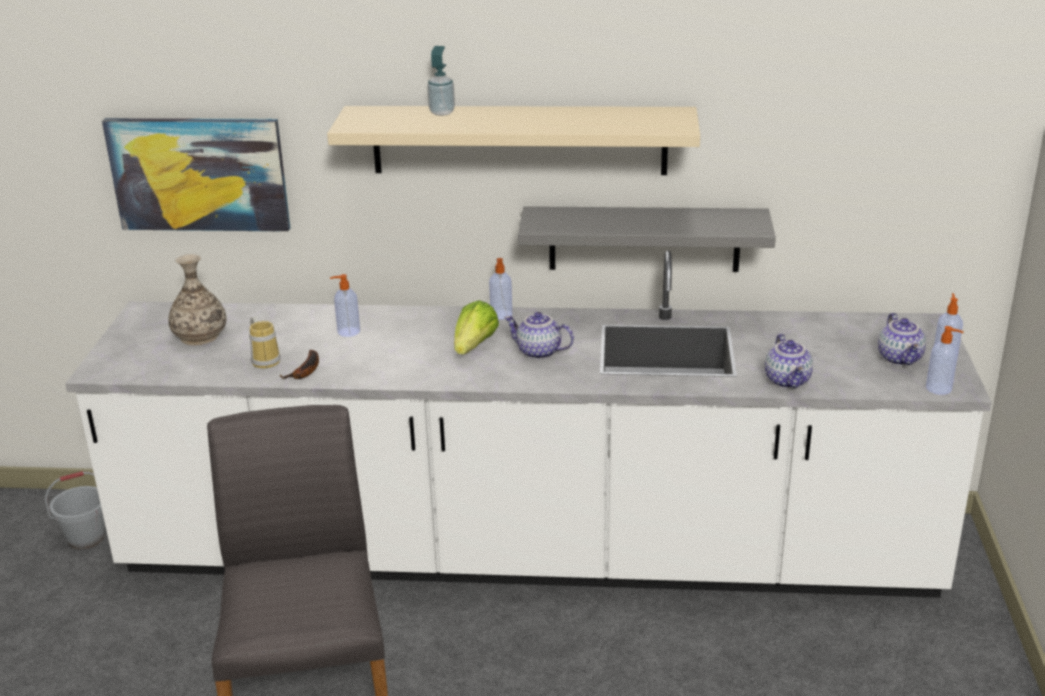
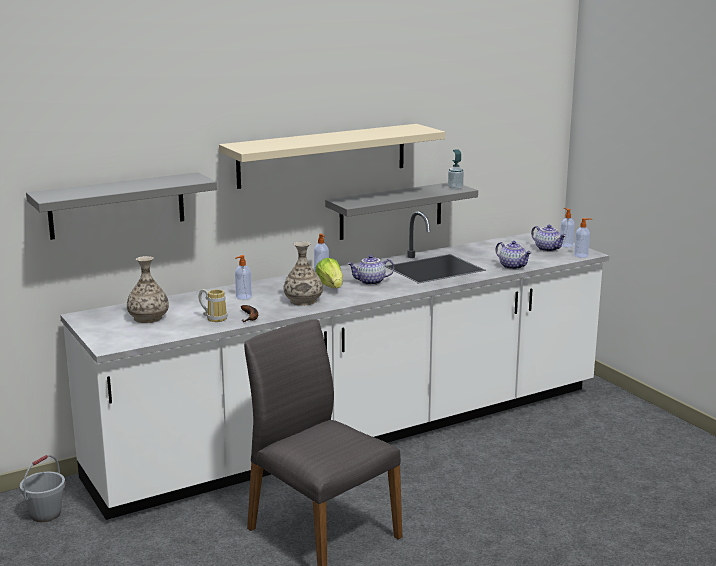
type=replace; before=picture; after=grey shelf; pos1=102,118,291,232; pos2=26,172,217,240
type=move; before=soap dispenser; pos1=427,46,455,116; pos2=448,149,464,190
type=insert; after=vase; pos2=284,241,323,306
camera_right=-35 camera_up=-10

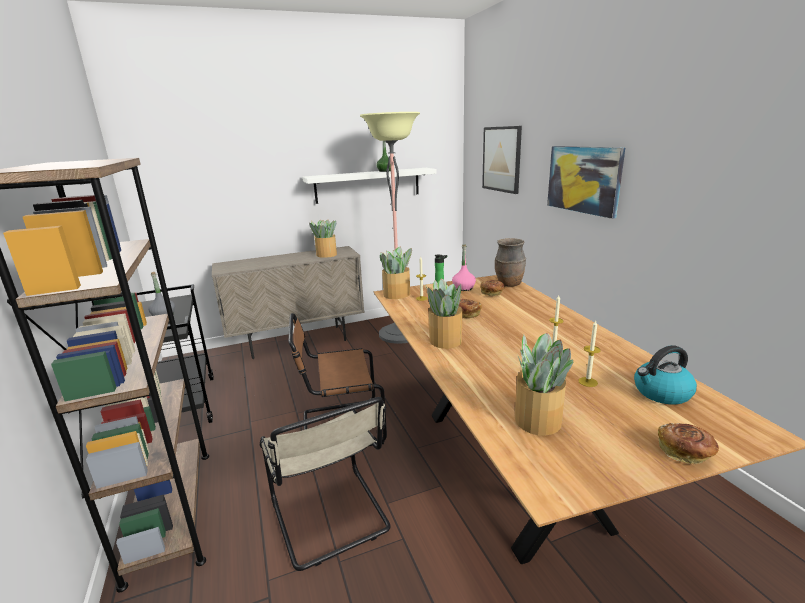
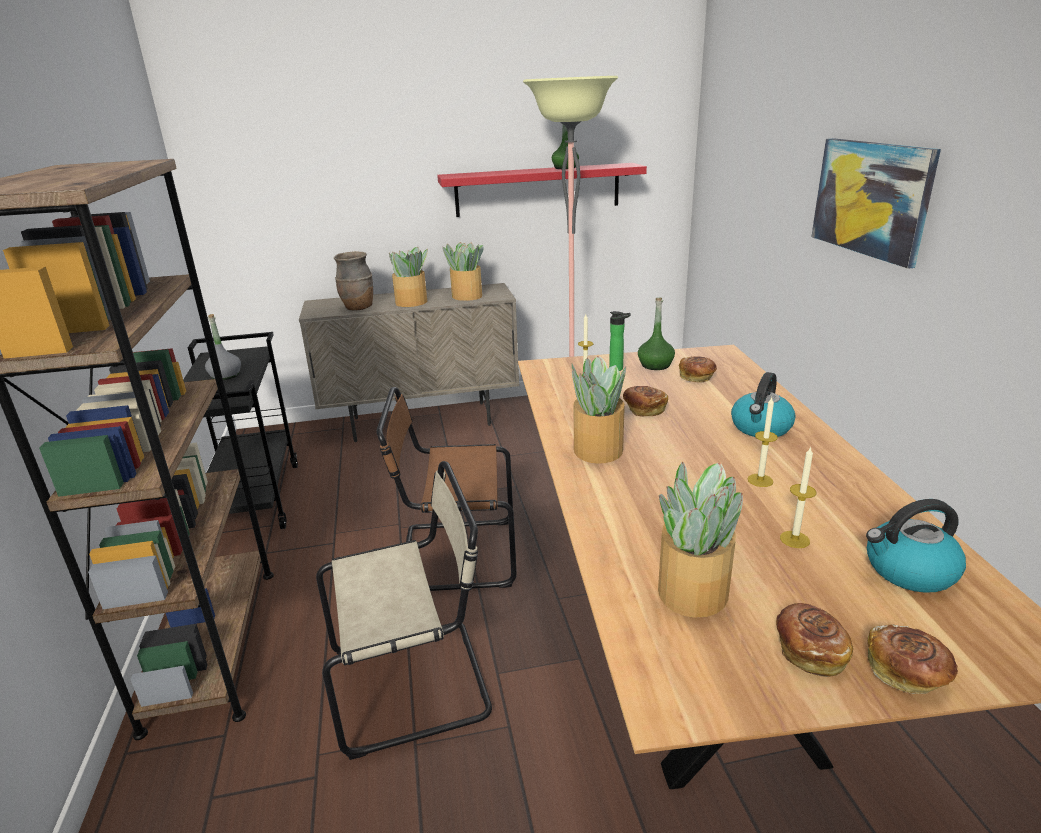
type=rotate; before=beige chair; pos1=260,397,391,571; pos2=316,461,492,760; turn=-90
type=recolor; before=white shelf; after=red shelf; pos1=302,168,437,204; pos2=437,163,647,217
type=move; before=potted plant; pos1=380,247,412,299; pos2=389,247,428,307
type=recolor; before=pink bottle; after=green bottle; pos1=452,244,476,291; pos2=638,298,675,370
type=delete; before=picture; pos1=482,126,522,194
type=move; before=brown vase; pos1=495,238,526,286; pos2=334,251,373,311
type=insert; after=kettle; pos2=731,372,796,437
type=insert; after=bread; pos2=776,603,853,677
camera_right=10 camera_up=5

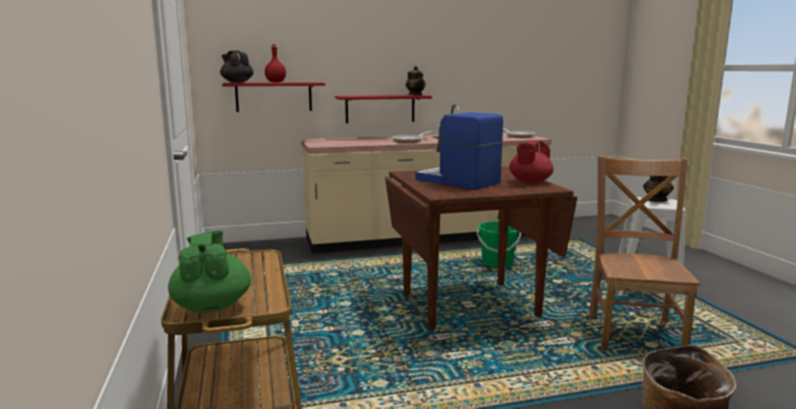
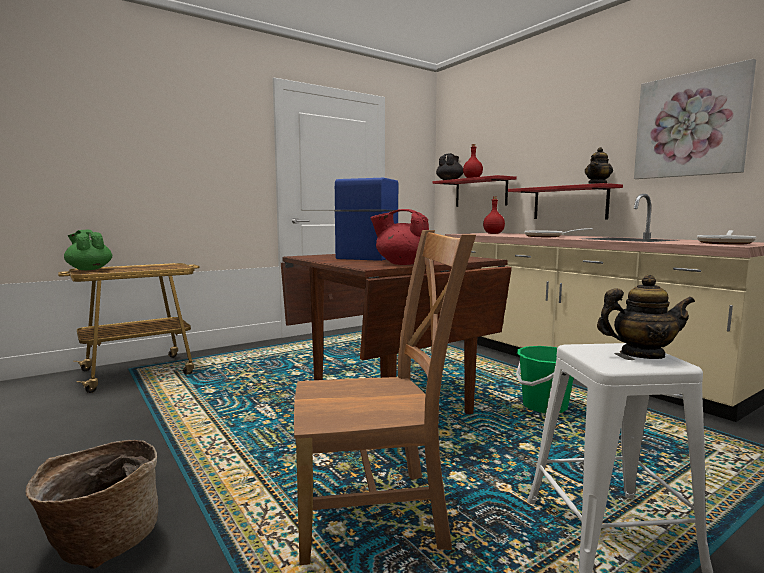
type=rotate; before=green teapot; pos1=168,230,251,313; pos2=64,230,112,270; turn=-105
type=insert; after=red bottle; pos2=483,196,505,234
type=insert; after=picture; pos2=634,59,756,179
camera_right=70 camera_up=-5

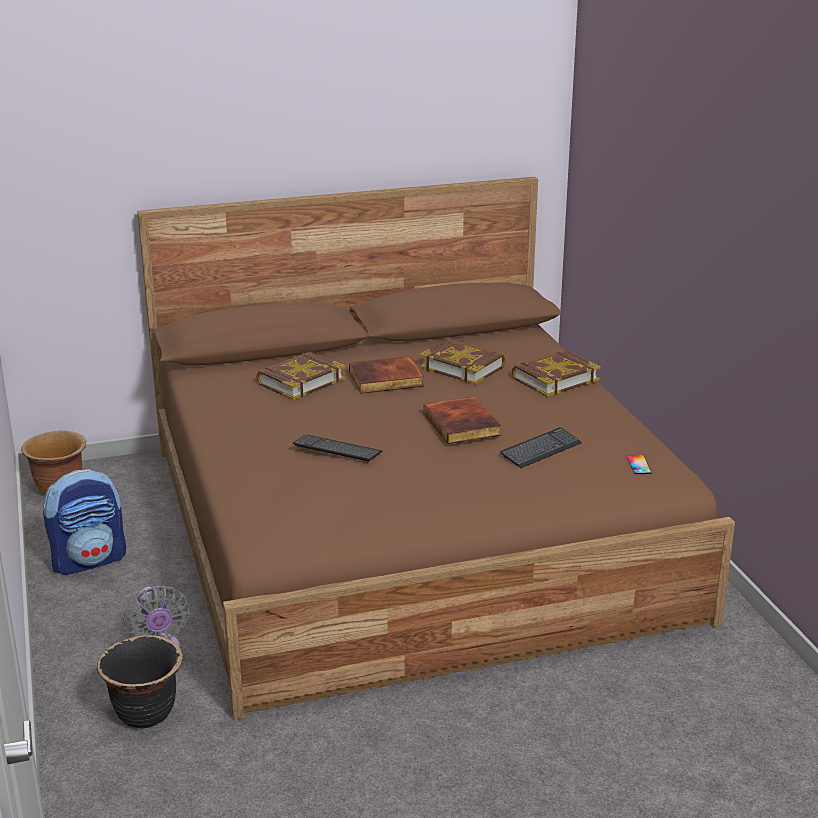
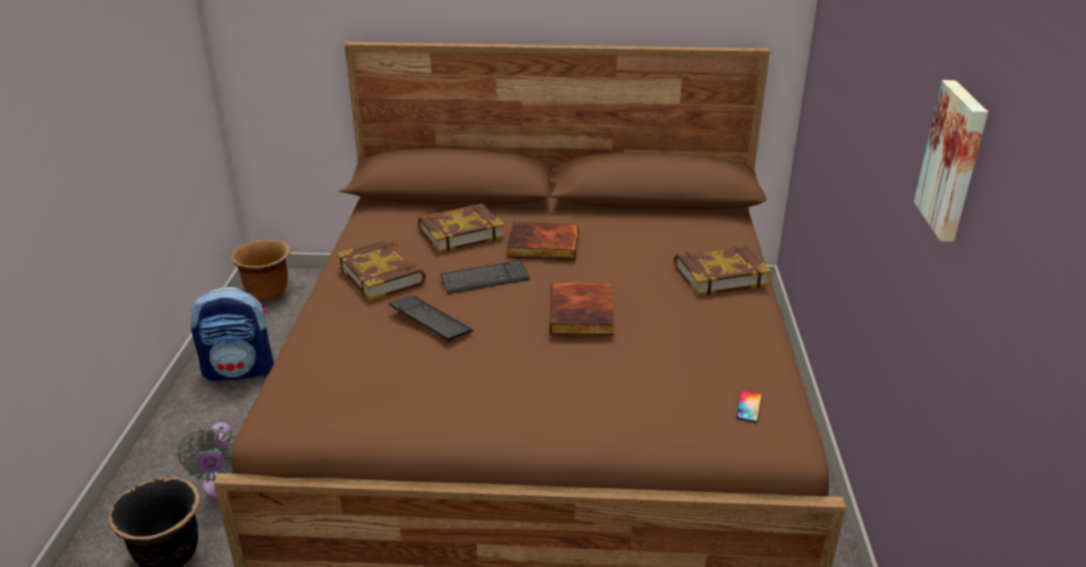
type=move; before=book; pos1=420,339,505,385; pos2=337,239,426,301
type=move; before=keyboard; pos1=500,427,582,468; pos2=440,260,530,294
type=insert; after=picture; pos2=914,80,988,242
camera_right=20 camera_up=5

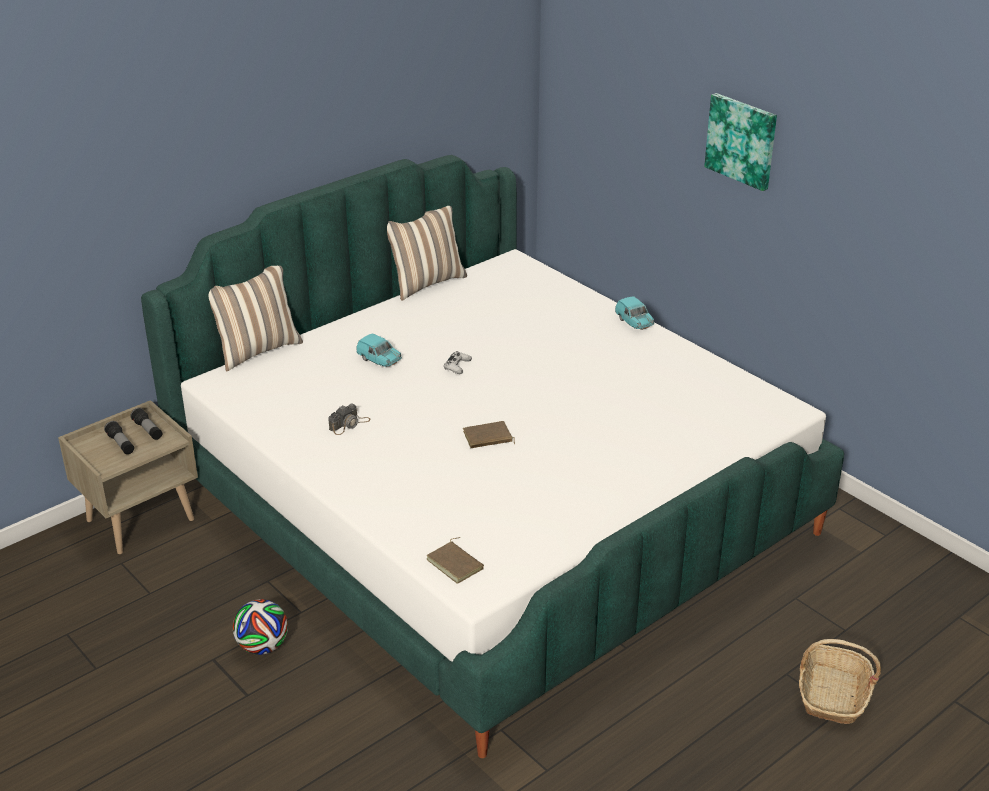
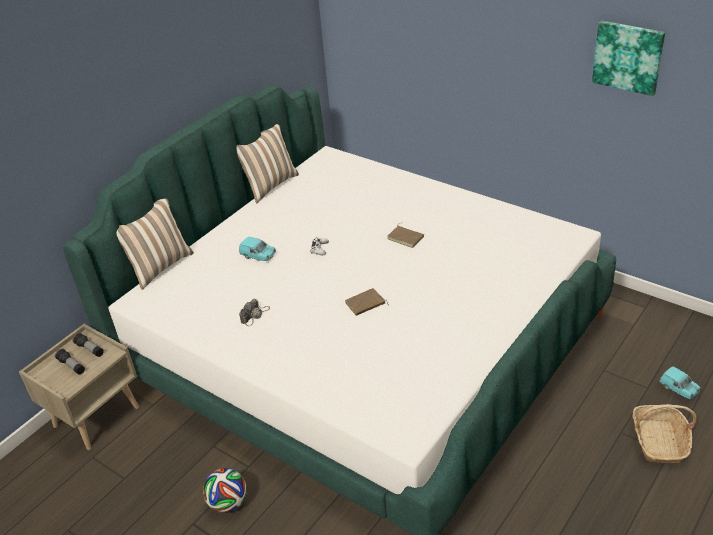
type=move; before=brown book; pos1=427,537,484,584; pos2=387,223,424,248
type=move; before=turquoise toy car; pos1=615,296,654,330; pos2=659,366,701,399
type=move; before=picture; pos1=704,93,777,191; pos2=592,21,665,96
camera_right=-10 camera_up=5

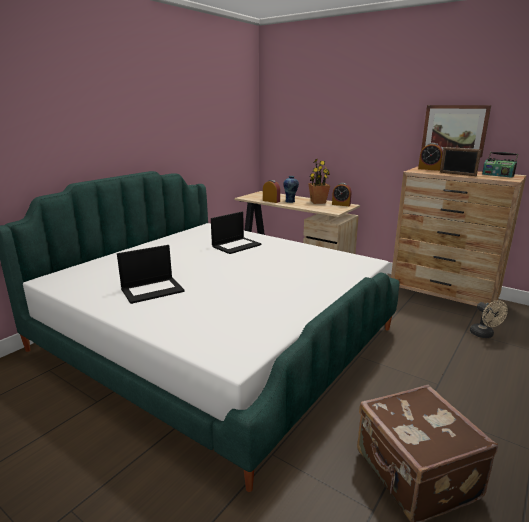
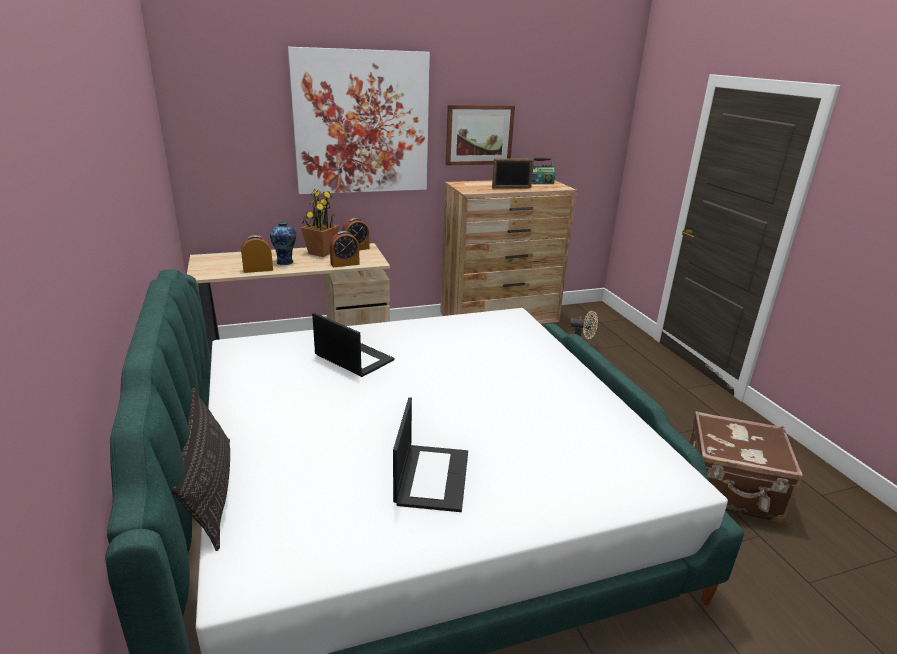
type=rotate; before=laptop; pos1=211,212,262,254; pos2=312,313,394,377; turn=-45
type=move; before=alarm clock; pos1=418,143,443,171; pos2=330,231,360,267
type=insert; after=pillow; pos2=172,388,230,551
type=insert; after=picture; pos2=288,47,430,194
camera_right=-55 camera_up=5

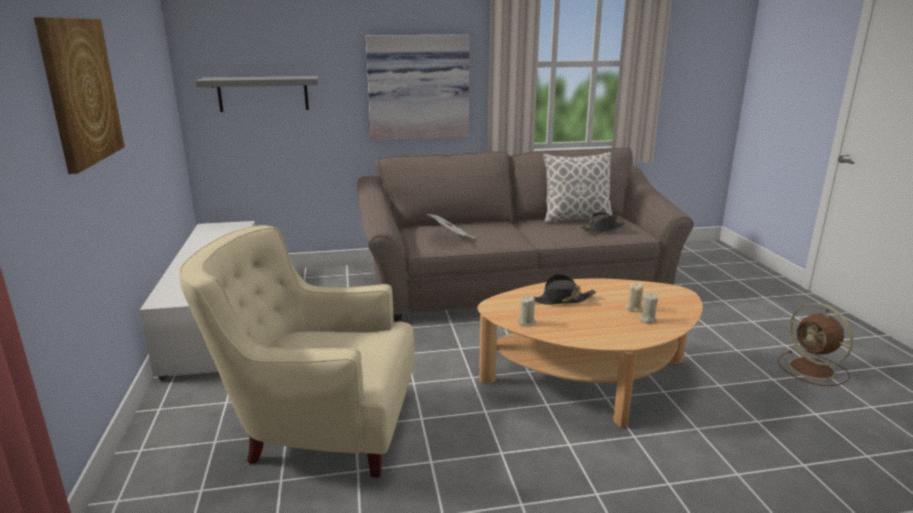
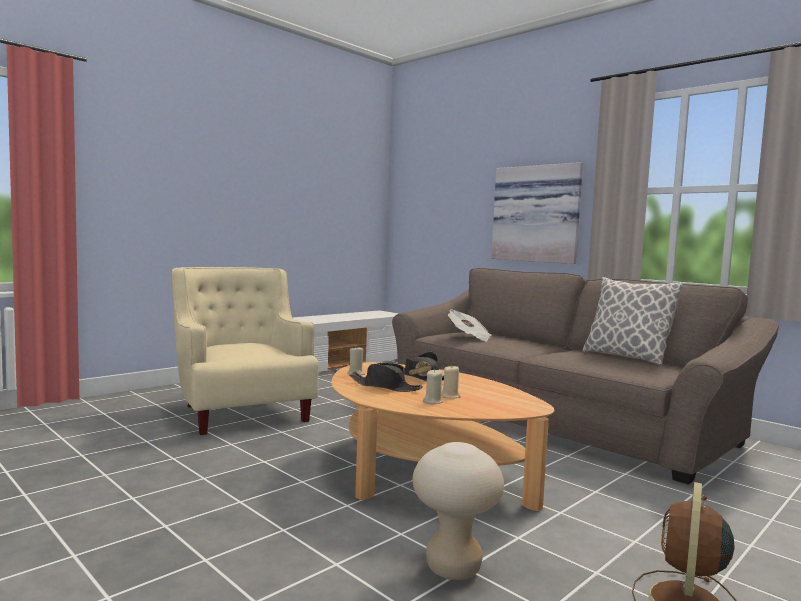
type=delete; before=picture; pos1=34,17,125,174
type=delete; before=grey shelf; pos1=195,76,319,112
type=move; before=black hat; pos1=581,212,625,233; pos2=349,363,423,392
type=insert; after=beige stool; pos2=412,442,504,580
camera_right=55 camera_up=-15

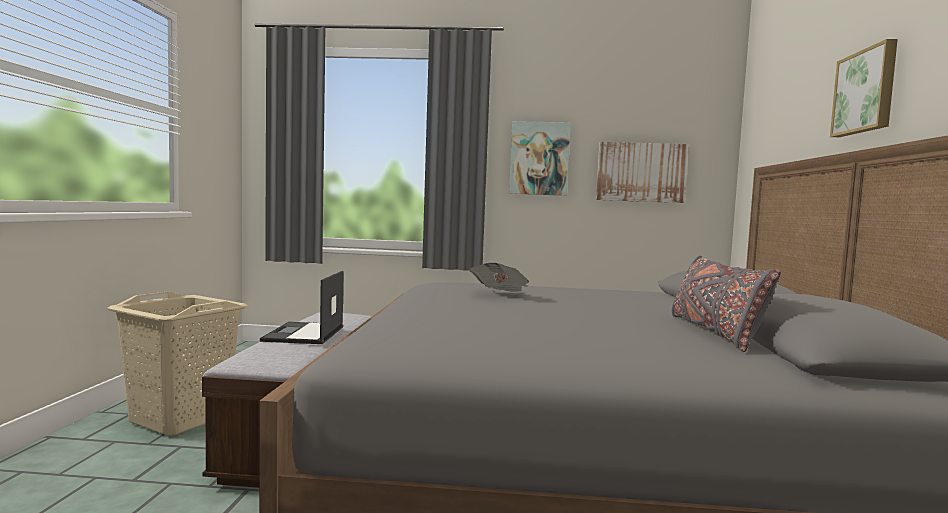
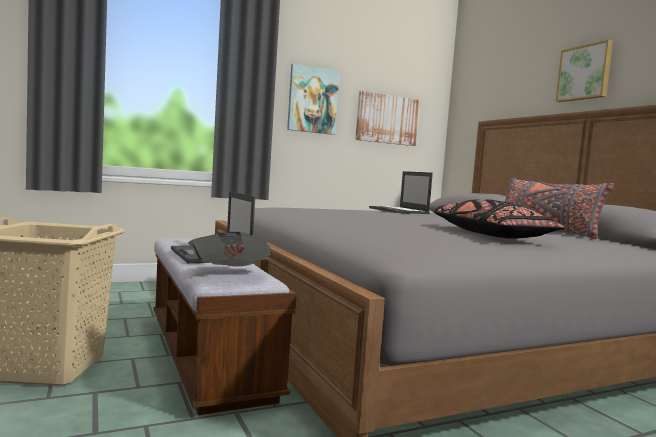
type=move; before=newspaper; pos1=469,263,529,292; pos2=188,231,273,266
type=insert; after=laptop; pos2=369,171,433,214
type=insert; after=black pillow; pos2=434,199,565,239
camera_right=-30 camera_up=0

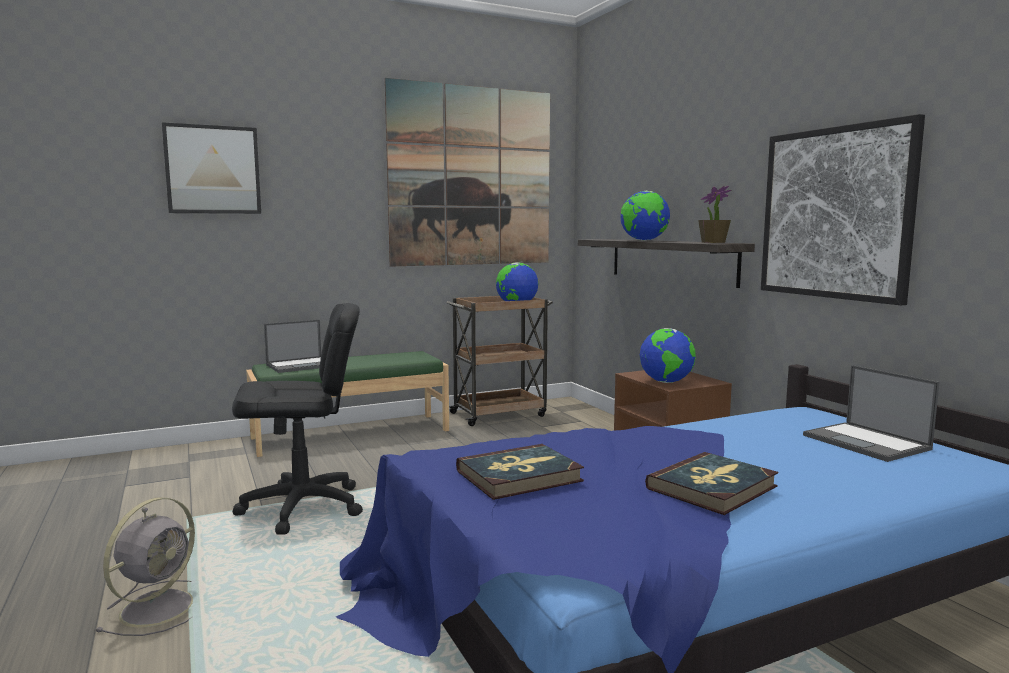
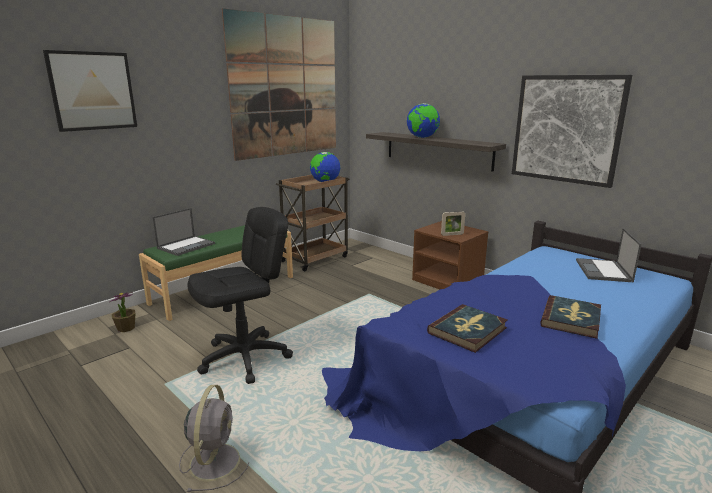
type=replace; before=globe; after=picture frame; pos1=640,328,696,383; pos2=441,211,465,236
type=move; before=potted plant; pos1=698,186,731,243; pos2=110,292,136,332
type=rotate; before=laptop; pos1=803,365,940,462; pos2=576,228,642,282; turn=60
camera_right=-20 camera_up=10

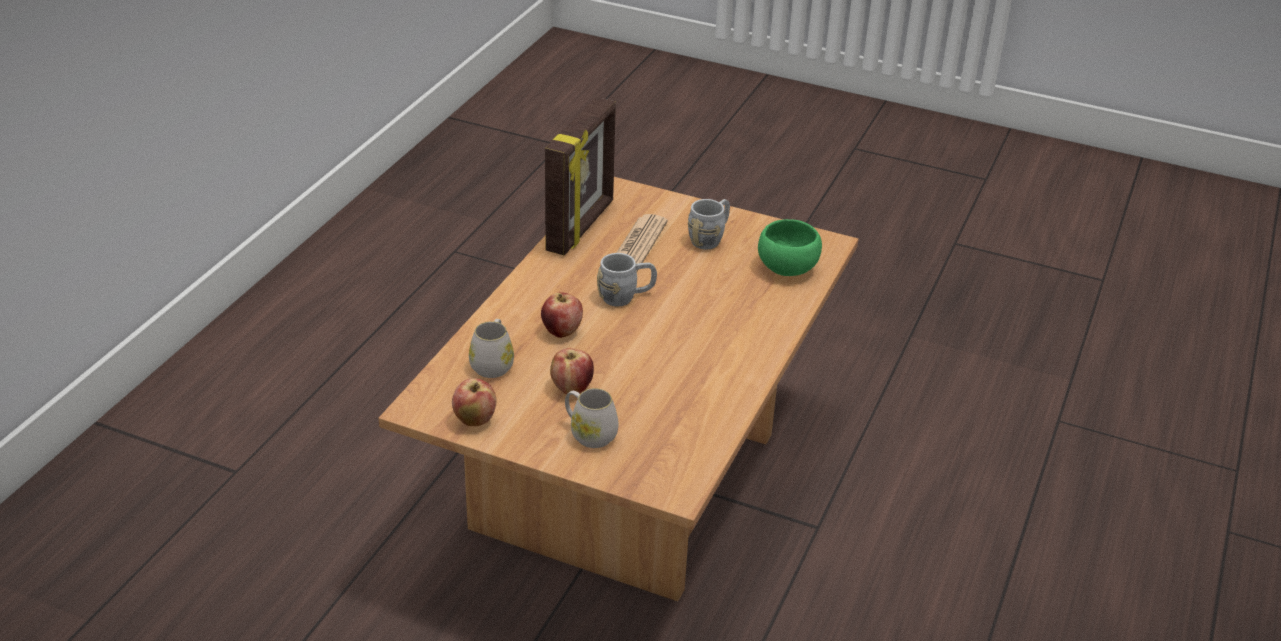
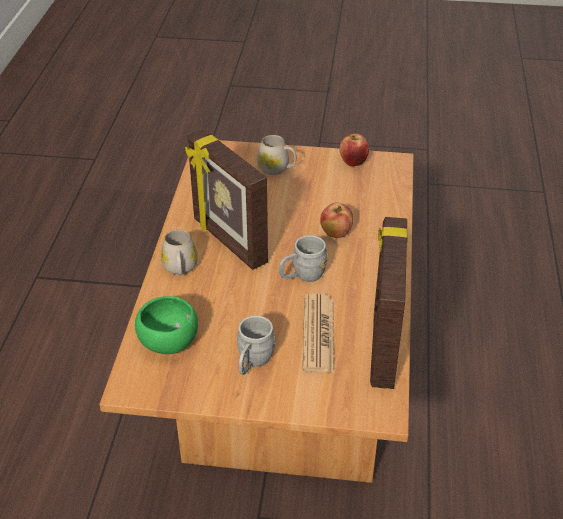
type=move; before=white mug; pos1=469,319,514,378; pos2=161,229,198,275
type=delete; before=apple; pos1=550,348,594,395
type=insert; after=picture frame; pos2=185,129,268,270
camera_right=165 camera_up=5

